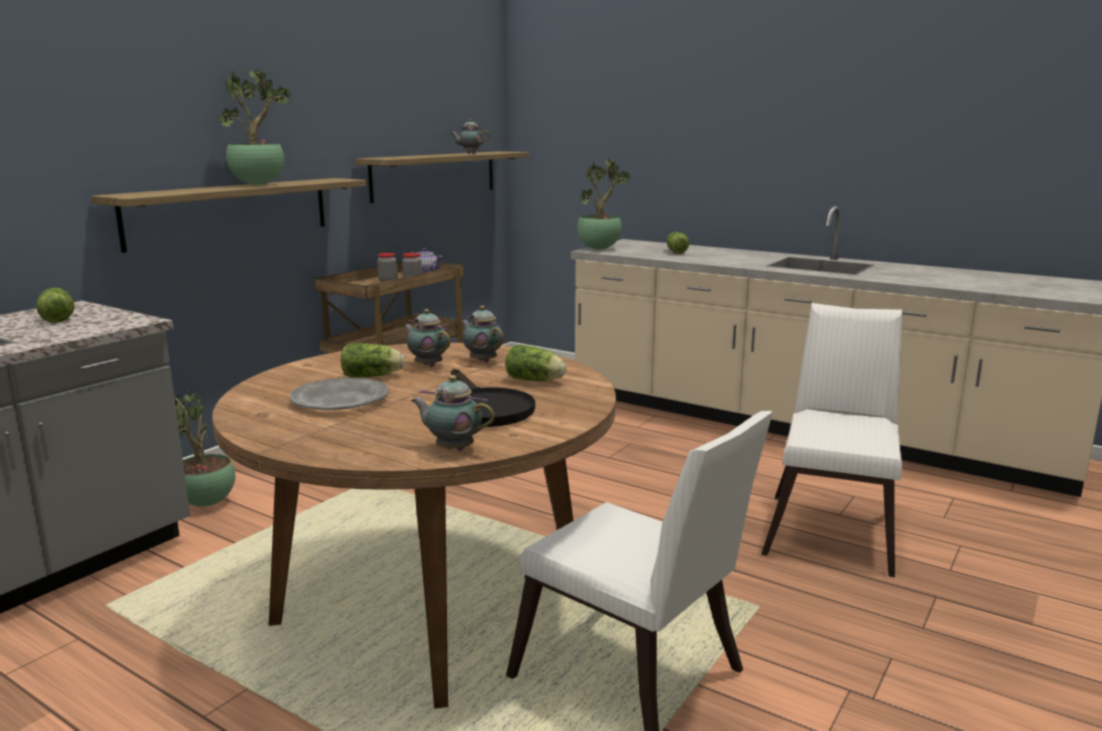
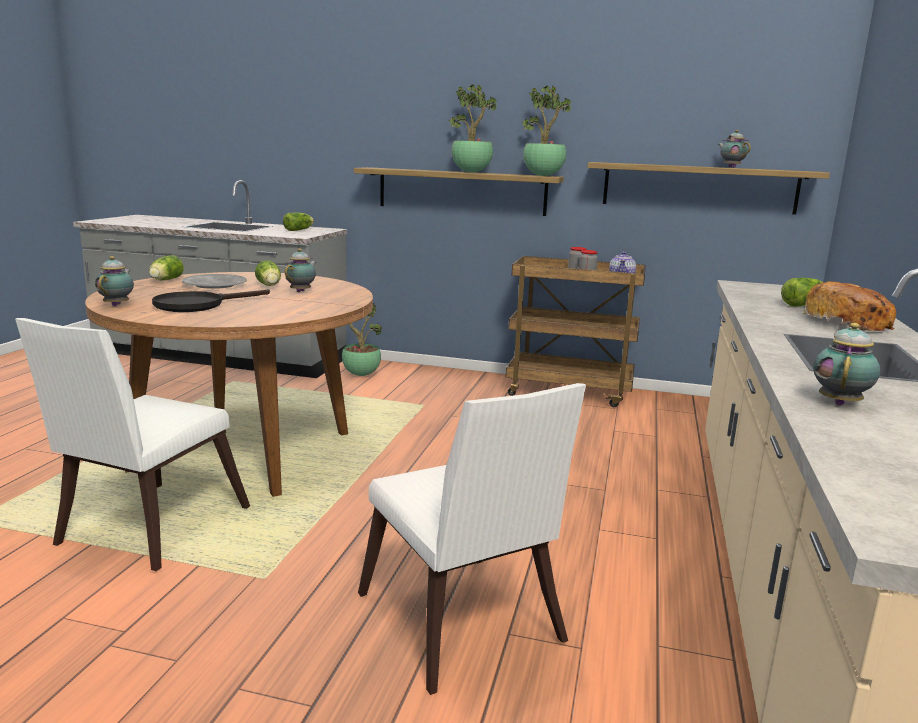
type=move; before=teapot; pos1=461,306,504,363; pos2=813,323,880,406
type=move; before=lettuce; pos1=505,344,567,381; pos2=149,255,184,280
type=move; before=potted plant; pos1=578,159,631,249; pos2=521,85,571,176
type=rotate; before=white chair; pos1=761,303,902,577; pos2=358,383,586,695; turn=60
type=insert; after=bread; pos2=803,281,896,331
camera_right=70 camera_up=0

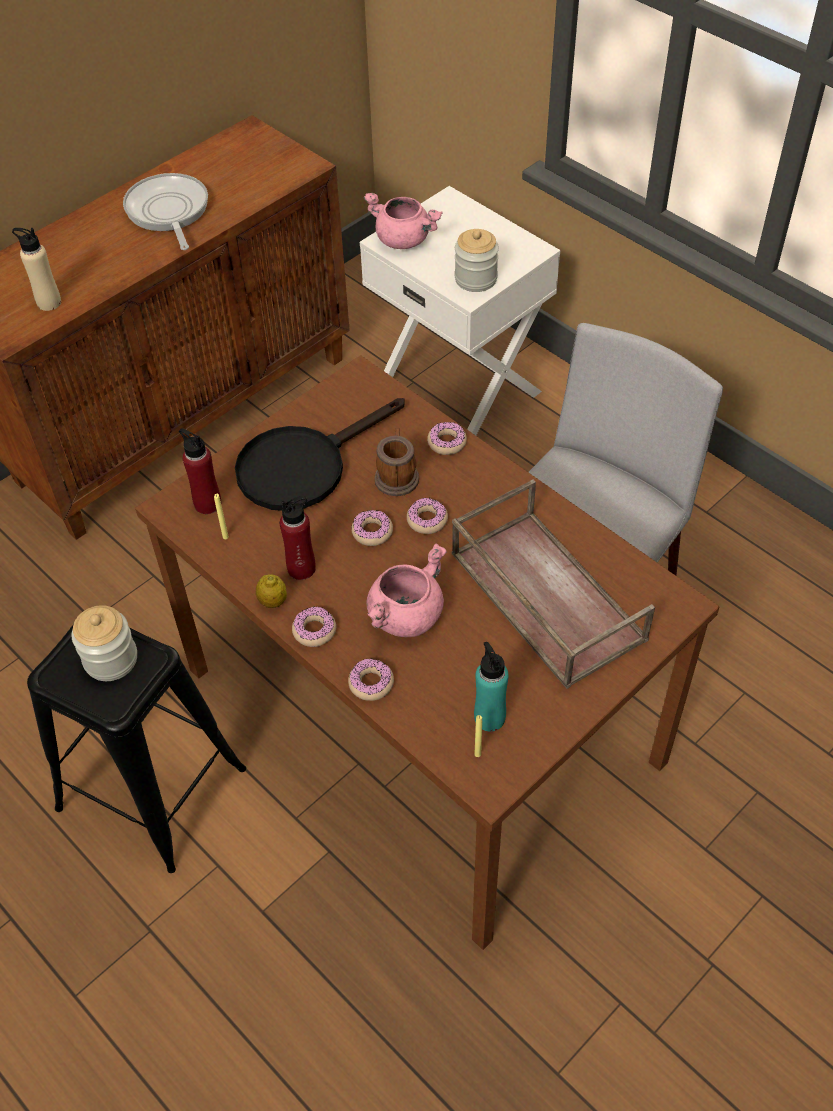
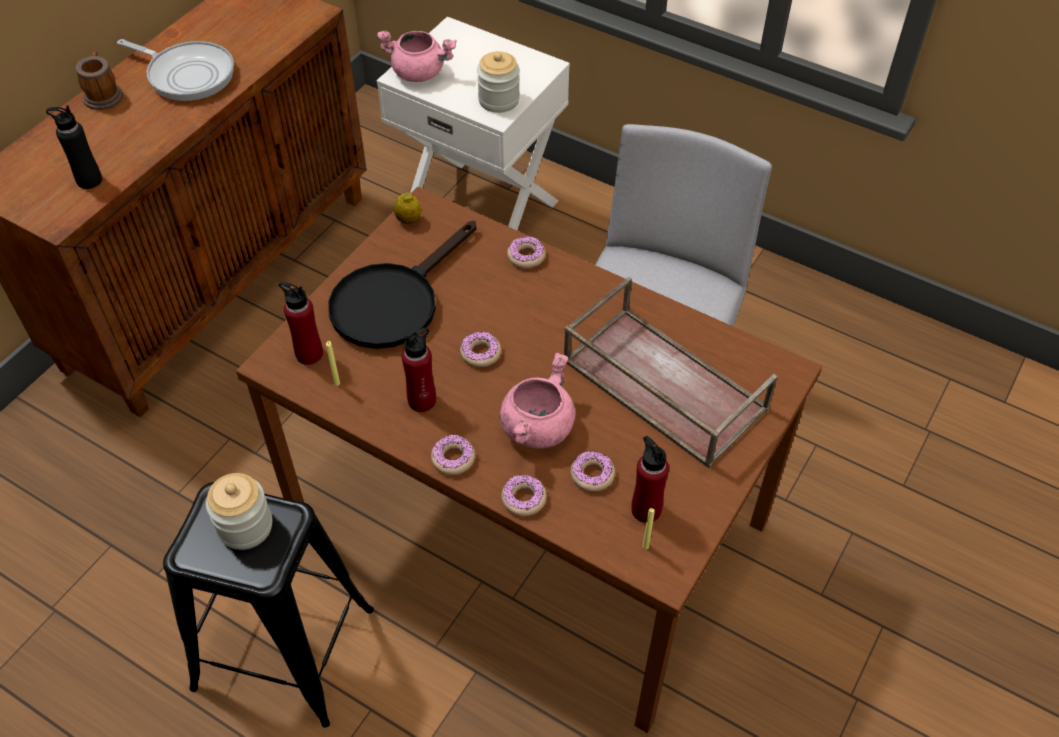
type=recolor; before=beige bottle; after=black bottle; pos1=12,228,61,311; pos2=46,105,102,189
type=rotate; before=frying pan; pos1=123,173,208,250; pos2=117,39,234,101; turn=150
type=move; before=lemon; pos1=256,574,287,608; pos2=394,193,421,224
type=move; before=mug; pos1=374,428,419,496; pos2=76,51,123,110
type=move; before=donut; pos1=407,498,448,534; pos2=570,451,615,492
type=recolor; before=turquoise bottle; after=red bottle; pos1=474,642,509,731; pos2=631,436,669,523
camera_right=-15 camera_up=0

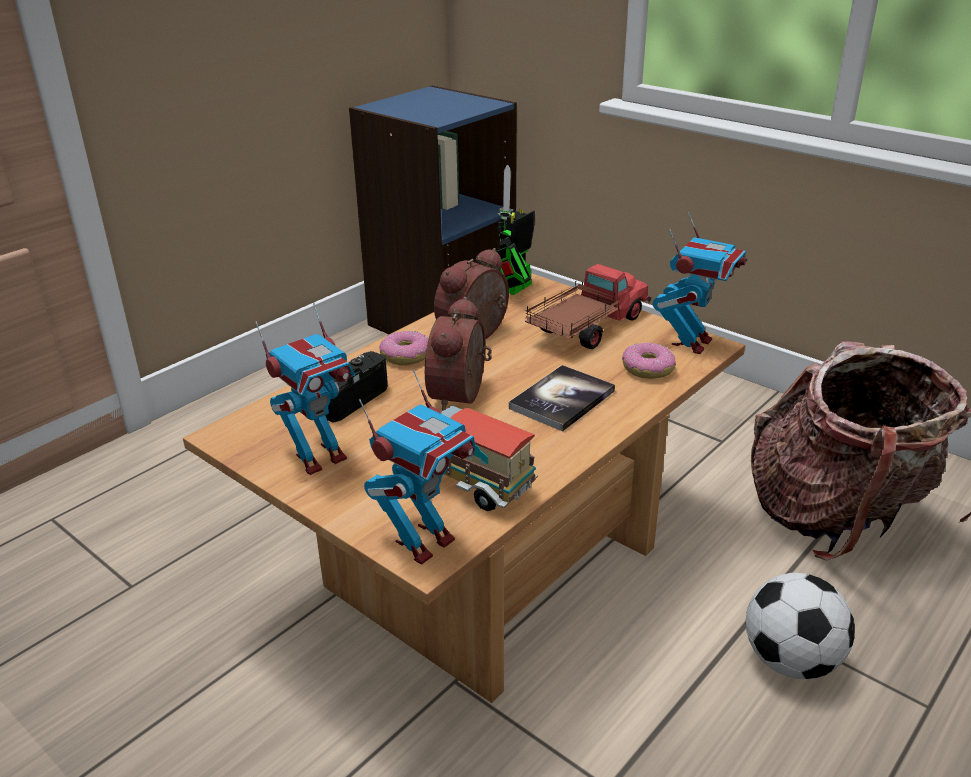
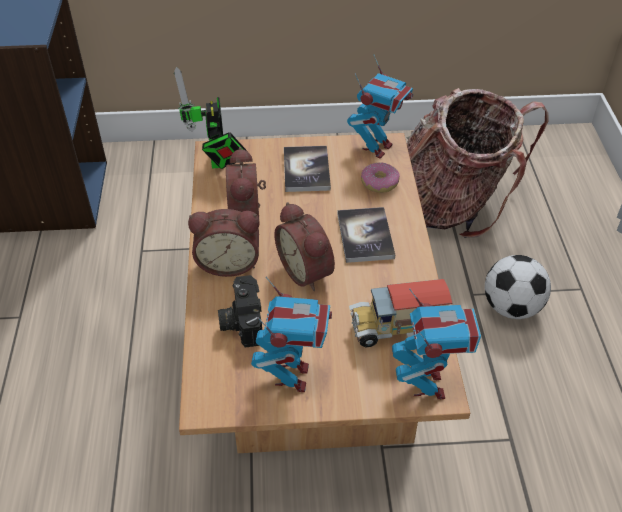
type=replace; before=donut; after=alarm clock; pos1=379,331,428,365; pos2=188,209,259,277
type=replace; before=toy truck; after=book; pos1=525,264,652,349; pos2=284,146,331,192
type=rotate; before=toy robot; pos1=653,212,747,354; pos2=347,55,413,159; turn=45
camera_right=-45 camera_up=15

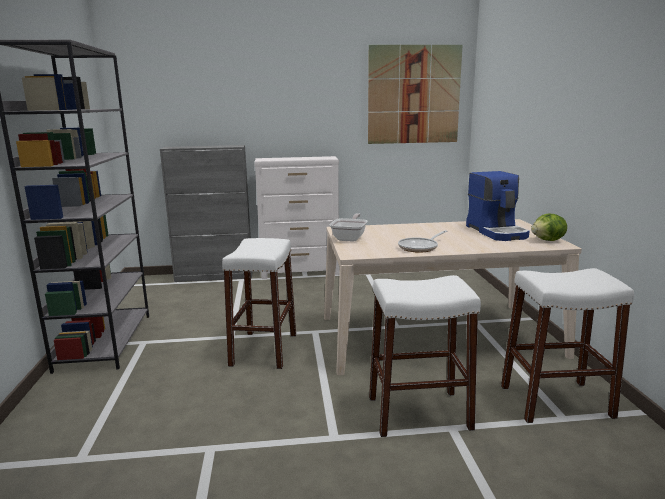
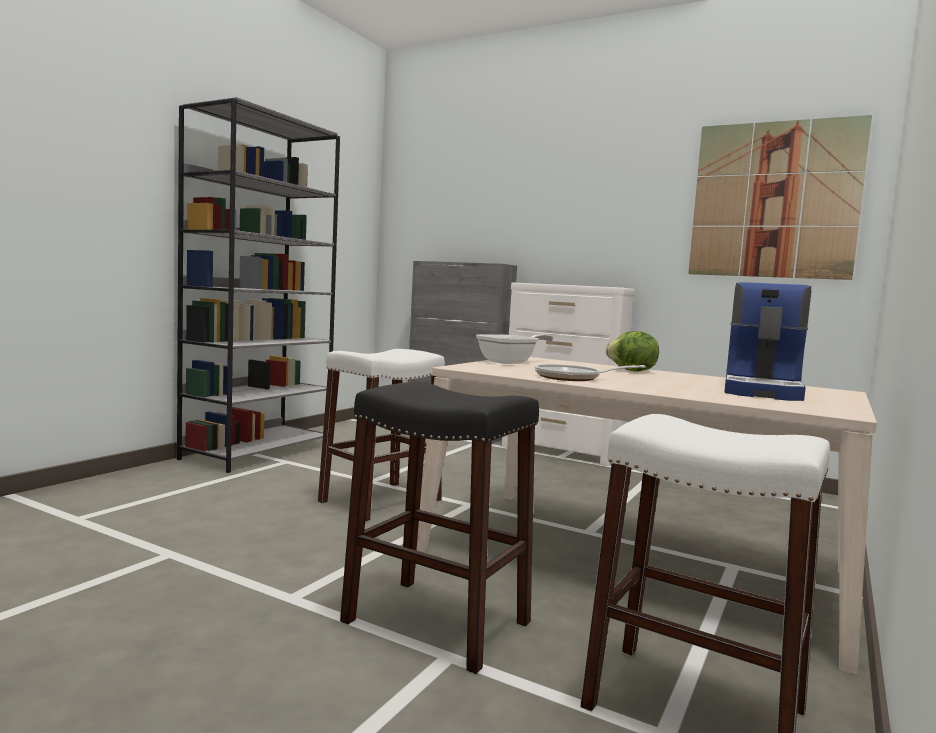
type=recolor; before=white stool; after=black stool; pos1=369,275,481,437; pos2=340,382,539,674
type=move; before=lettuce; pos1=531,214,567,241; pos2=605,331,659,372
camera_right=35 camera_up=-10

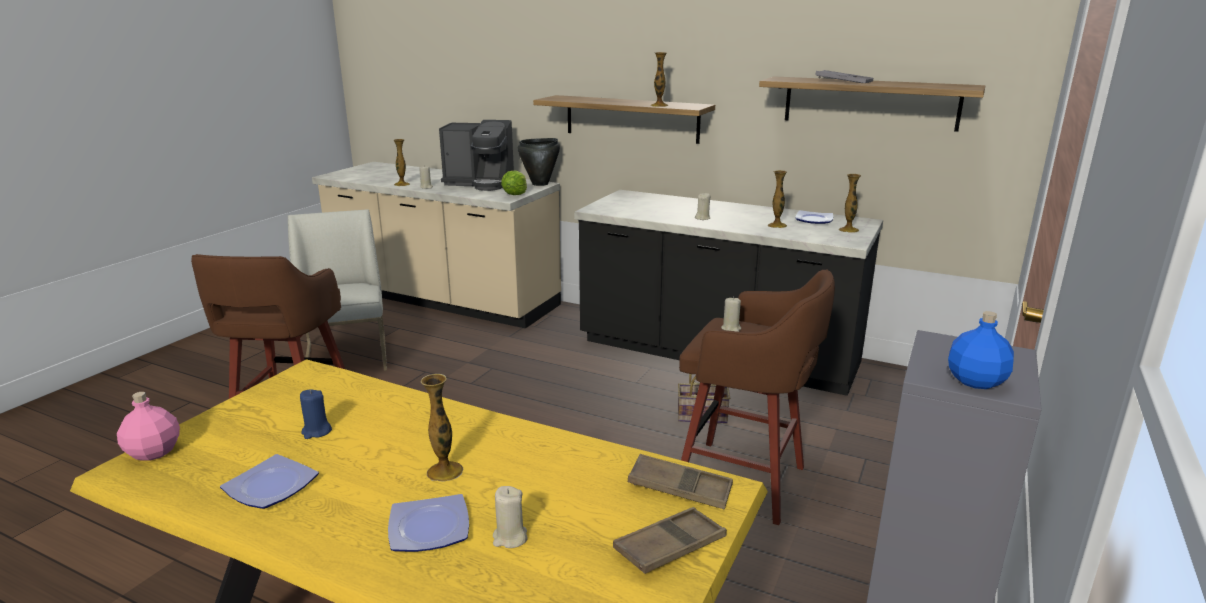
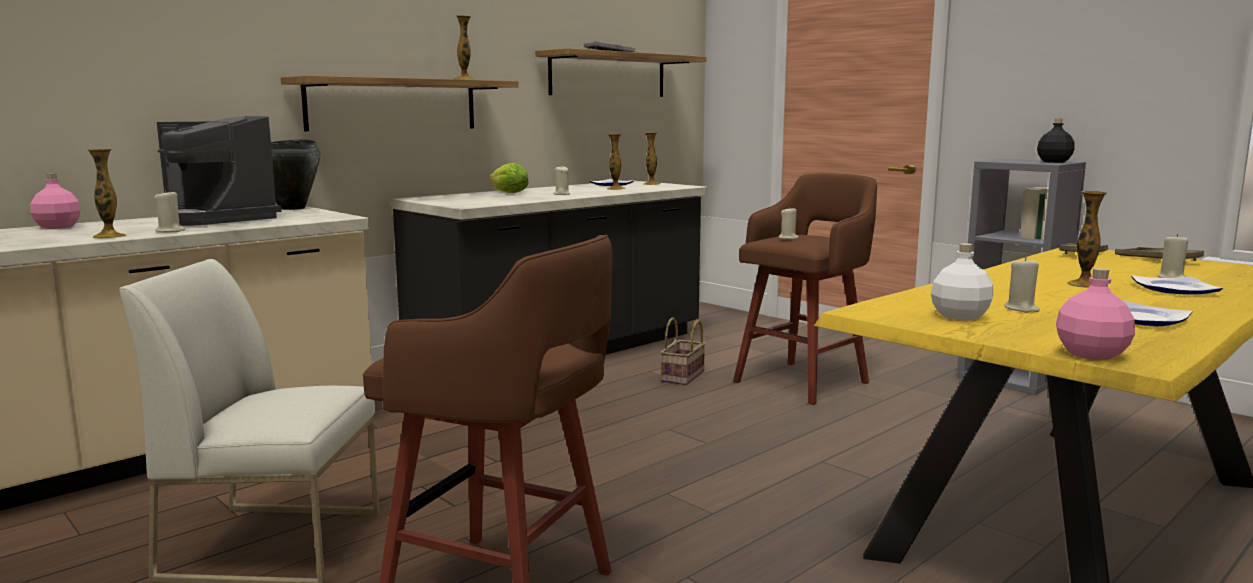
type=recolor; before=blue candle; after=beige candle; pos1=300,390,332,439; pos2=1004,257,1040,312
type=rotate; before=coffee machine; pos1=439,120,514,191; pos2=157,116,282,226; turn=105
type=move; before=lettuce; pos1=501,170,527,195; pos2=488,163,529,193
type=recolor; before=blue bottle; after=black bottle; pos1=948,311,1014,389; pos2=1037,119,1075,163
type=insert; after=pink bottle; pos2=30,173,81,229
type=insert; after=white bottle; pos2=931,243,993,321
camera_right=-70 camera_up=-10

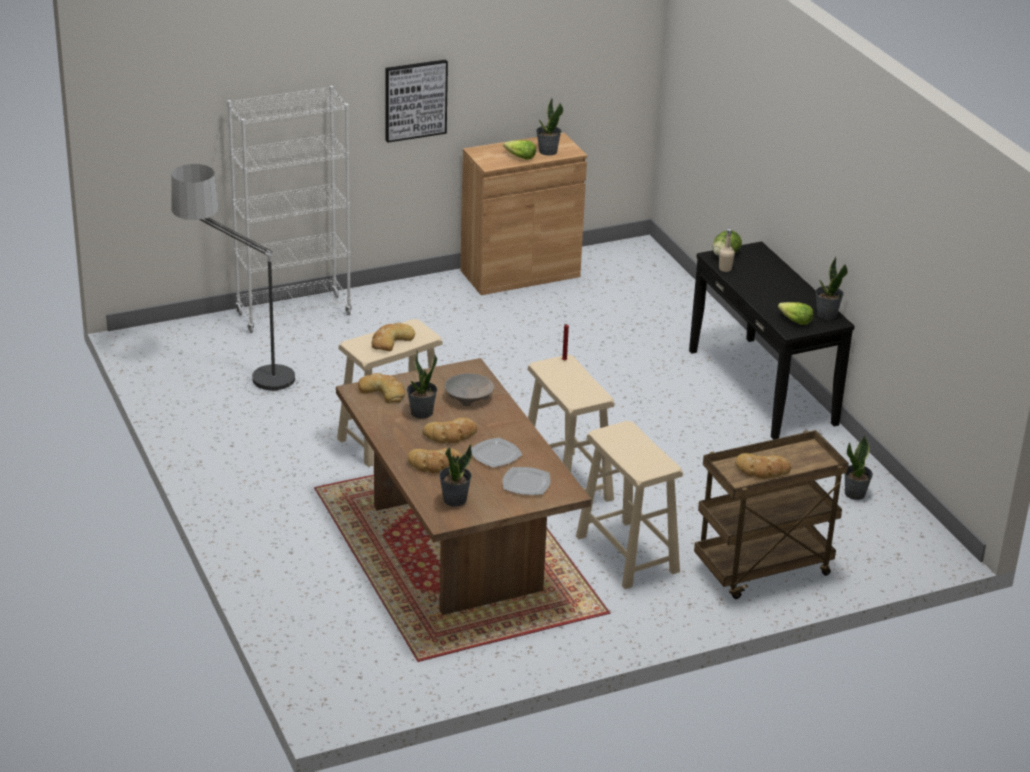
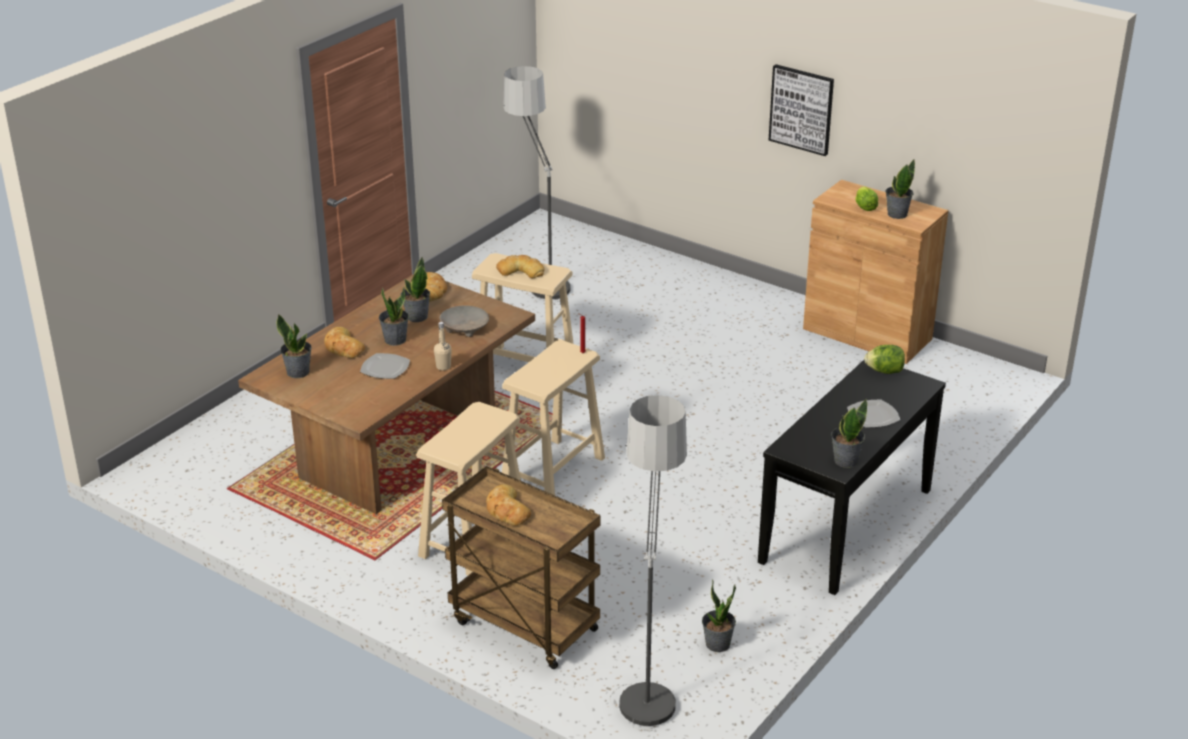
type=delete; before=white bookcase; pos1=227,86,352,333
type=replace; before=bread; after=potted plant; pos1=422,418,477,444; pos2=379,287,409,346
type=move; before=plate; pos1=503,467,550,495; pos2=847,400,900,428
type=move; before=beige bottle; pos1=719,229,735,272; pos2=434,322,452,371
type=delete; before=lettuce; pos1=778,302,813,325
type=insert; after=floor lamp; pos2=610,395,687,732
camera_right=60 camera_up=0

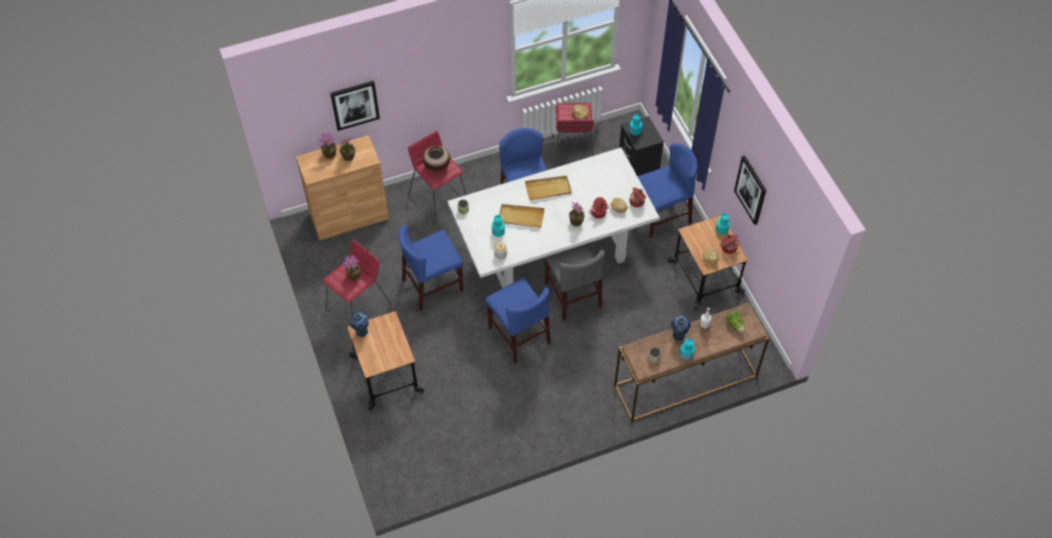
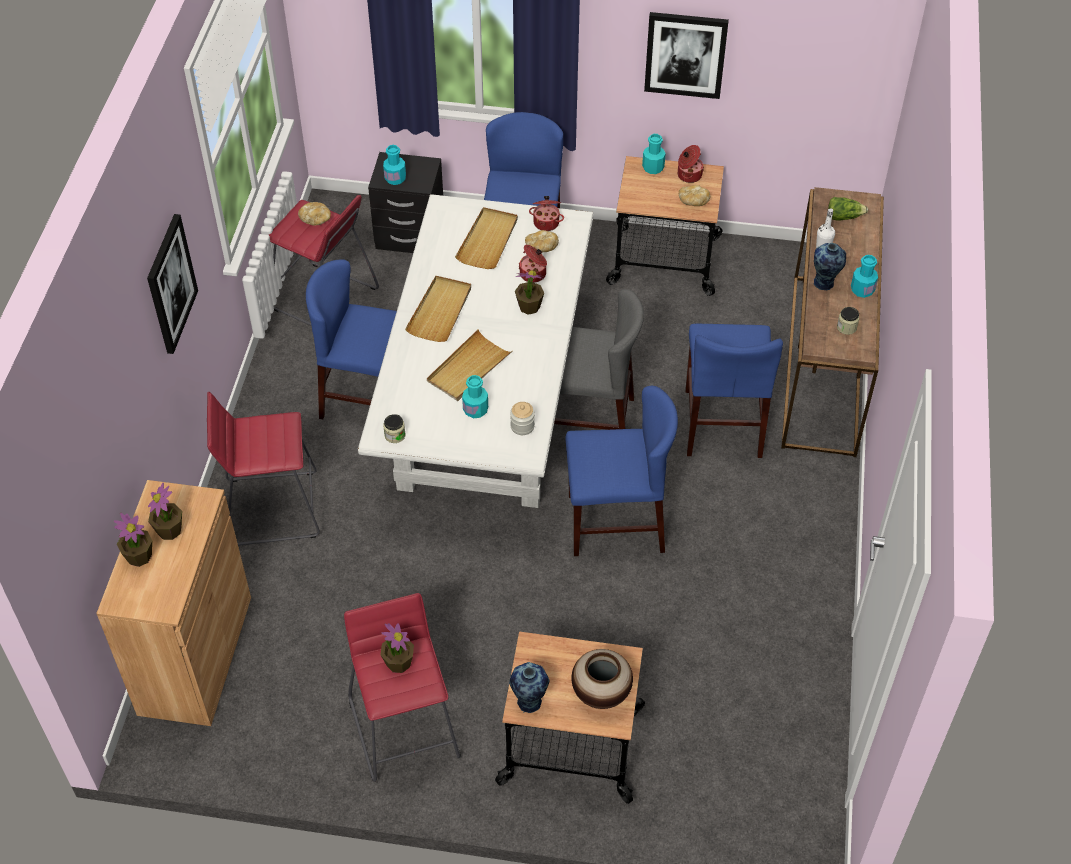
type=move; before=picture; pos1=330,81,380,131; pos2=147,214,198,354
type=move; before=blue chair; pos1=398,225,464,310; pos2=685,324,783,458
type=move; before=vase; pos1=423,146,450,172; pos2=571,649,633,709
type=insert; after=beige tray; pos2=455,207,518,269
camera_right=-60 camera_up=-5

